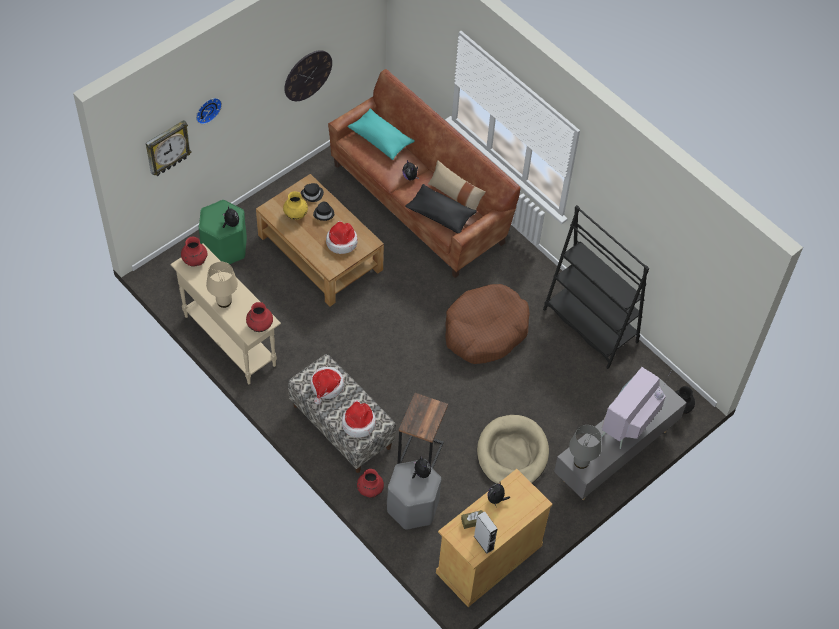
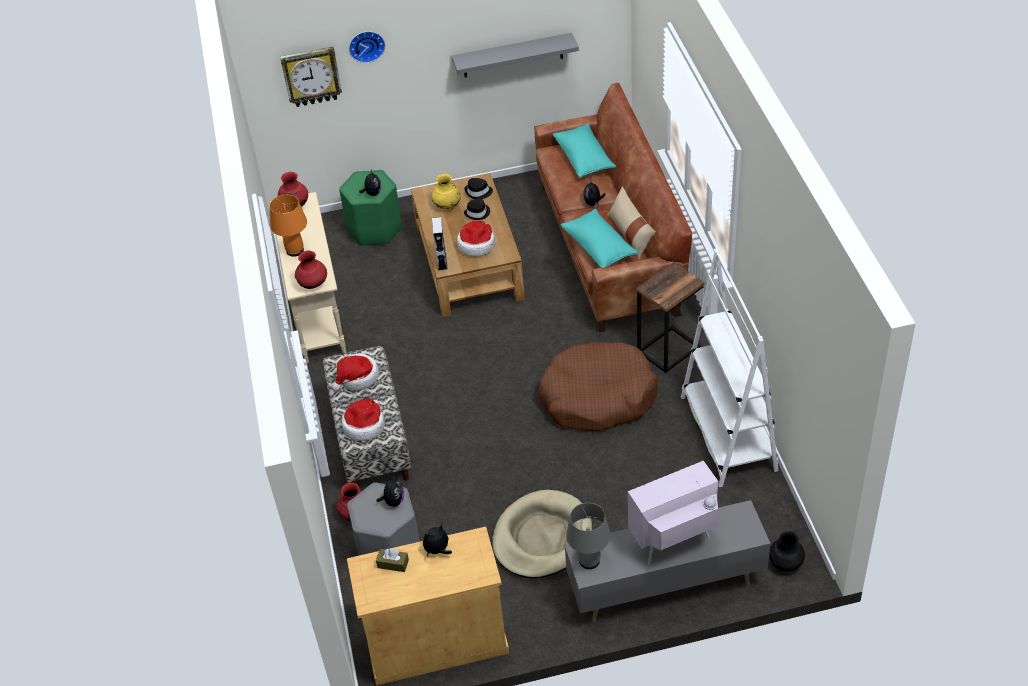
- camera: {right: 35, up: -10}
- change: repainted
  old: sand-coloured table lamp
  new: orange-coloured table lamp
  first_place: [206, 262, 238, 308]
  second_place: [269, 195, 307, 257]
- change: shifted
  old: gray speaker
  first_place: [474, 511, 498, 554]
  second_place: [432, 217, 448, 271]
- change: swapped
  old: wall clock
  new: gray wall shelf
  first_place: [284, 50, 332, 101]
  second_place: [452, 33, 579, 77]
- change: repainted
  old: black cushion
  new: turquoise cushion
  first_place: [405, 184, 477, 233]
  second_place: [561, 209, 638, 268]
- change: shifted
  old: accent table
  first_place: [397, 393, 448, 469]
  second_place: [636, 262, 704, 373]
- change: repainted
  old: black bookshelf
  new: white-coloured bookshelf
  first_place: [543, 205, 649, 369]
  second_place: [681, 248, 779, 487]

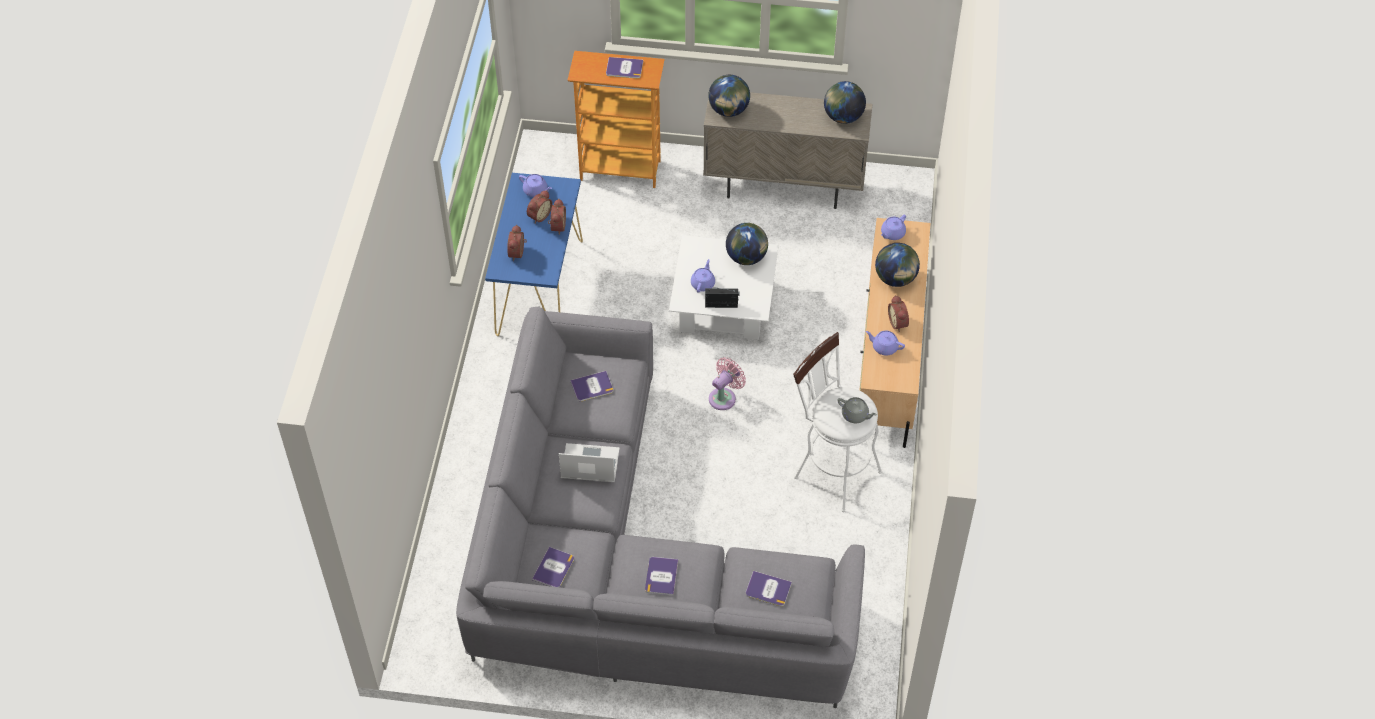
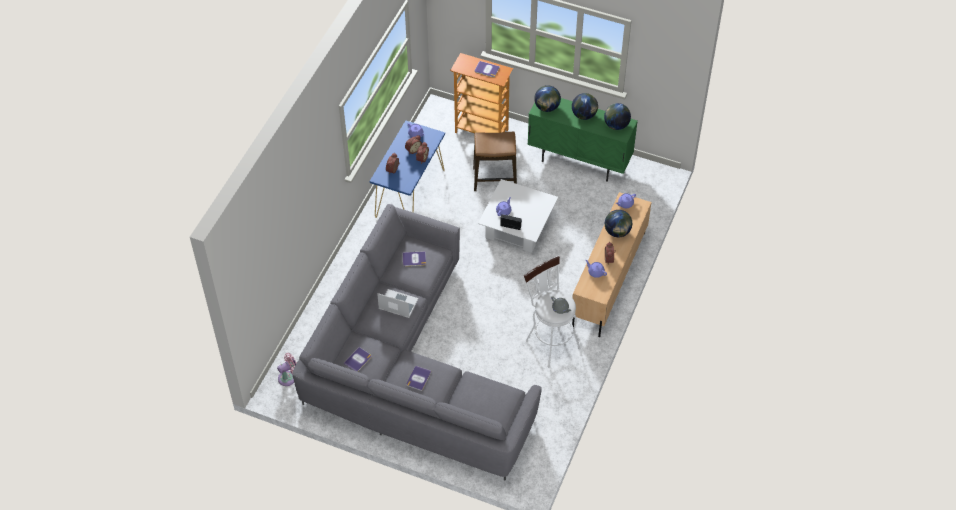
- camera: {right: 15, up: 0}
- change: shifted
  old: pinkish electric fan
  first_place: [709, 357, 746, 410]
  second_place: [277, 353, 297, 386]
- change: new
  new: stool seat
  second_place: [473, 132, 517, 191]
- change: repainted
  old: sand-coloured cabinet
  new: green cabinet
  first_place: [703, 92, 872, 209]
  second_place: [527, 98, 638, 182]
- change: shifted
  old: world globe
  first_place: [726, 223, 768, 265]
  second_place: [572, 93, 598, 120]
- change: gone
  old: bound book
  first_place: [746, 571, 792, 606]

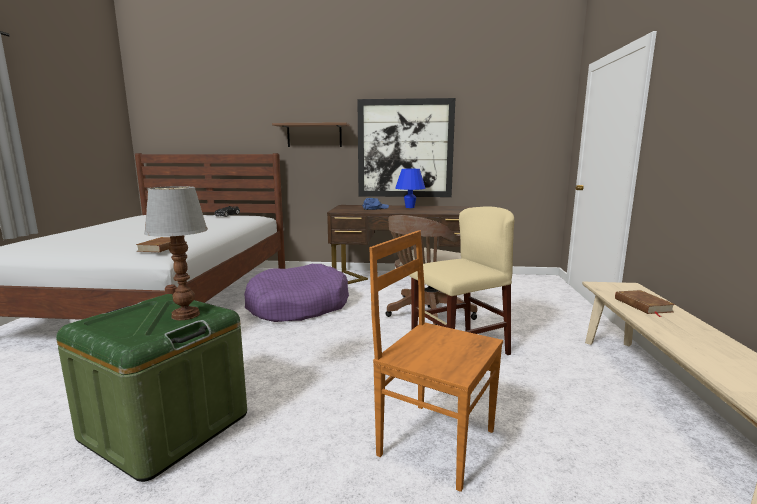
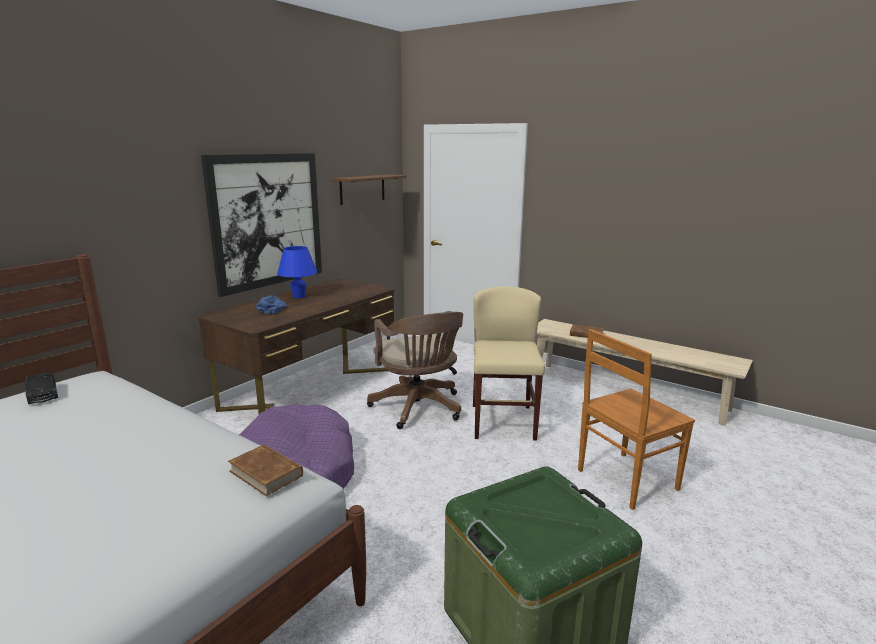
- camera: {right: -60, up: 5}
- change: shifted
  old: brown wall shelf
  first_place: [272, 122, 350, 147]
  second_place: [332, 174, 407, 205]
- change: gone
  old: table lamp
  first_place: [144, 186, 208, 320]

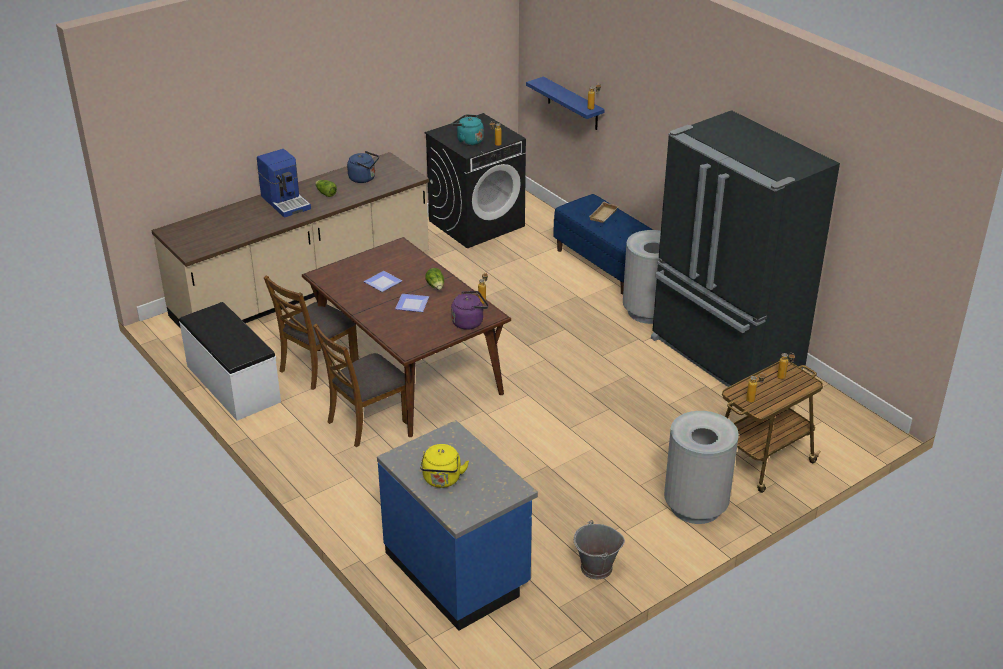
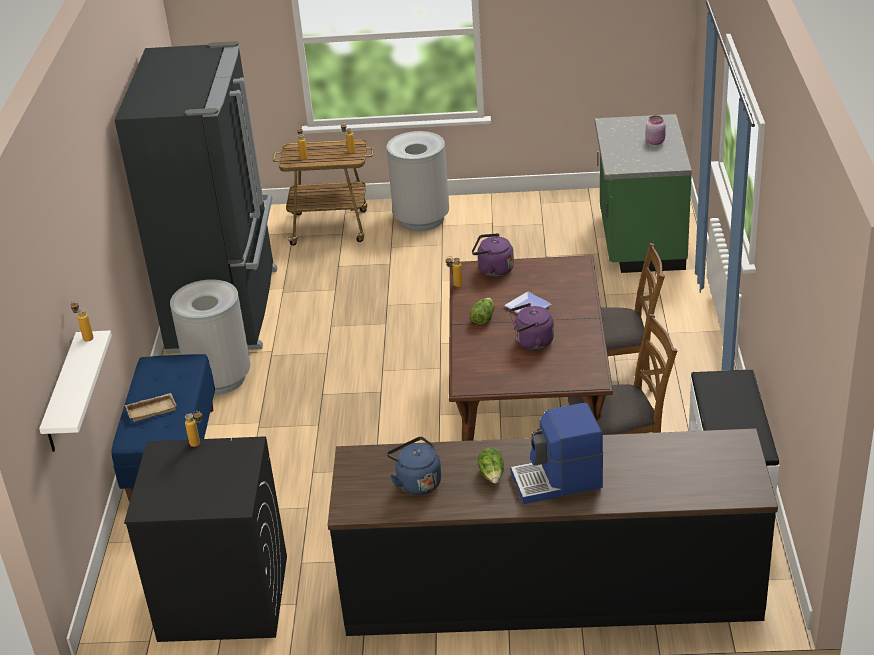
- camera: {right: -140, up: 0}
- change: repainted
  old: blue wall shelf
  new: white-coloured wall shelf
  first_place: [526, 77, 605, 130]
  second_place: [39, 330, 112, 452]
- change: repainted
  old: sand-coloured kitchen base unit
  new: black kitchen base unit
  first_place: [152, 152, 429, 329]
  second_place: [328, 428, 778, 636]
- change: swapped
  old: plate
  new: purple water kettle
  first_place: [364, 271, 402, 292]
  second_place: [509, 303, 554, 350]
- change: rotated
  old: coffee brewer
  first_place: [257, 149, 311, 218]
  second_place: [510, 403, 603, 504]
  degrees: -105
- change: repainted
  old: blue kitchen base unit
  new: green kitchen base unit
  first_place: [377, 420, 538, 631]
  second_place: [595, 114, 692, 273]
- change: swapped
  old: yellow water kettle
  new: pinkish jar
  first_place: [420, 444, 469, 488]
  second_place: [646, 115, 666, 145]
- change: gone
  old: turquoise water kettle
  first_place: [452, 114, 484, 146]
- change: gone
  old: gray bucket
  first_place: [574, 520, 625, 579]

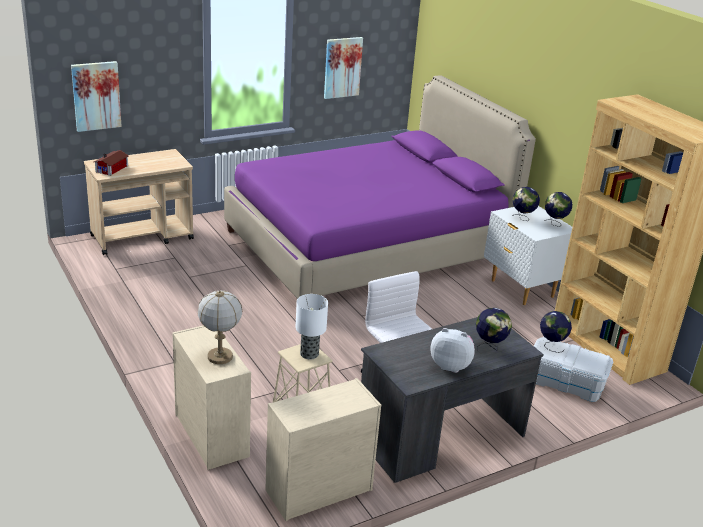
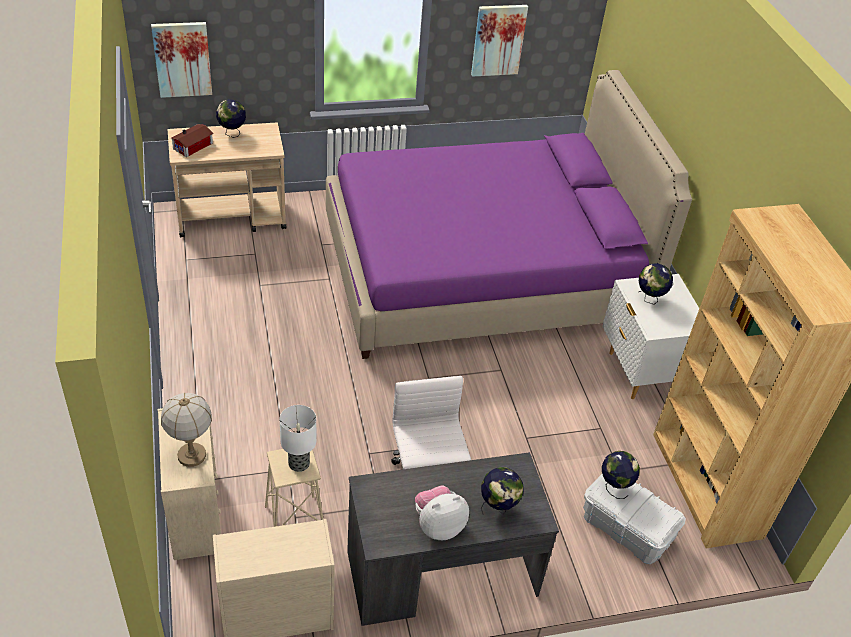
- camera: {right: 15, up: 15}
- change: shifted
  old: world globe
  first_place: [545, 192, 572, 227]
  second_place: [216, 99, 246, 138]
- change: rotated
  old: plush toy
  first_place: [430, 328, 475, 373]
  second_place: [415, 486, 469, 540]
  degrees: -60

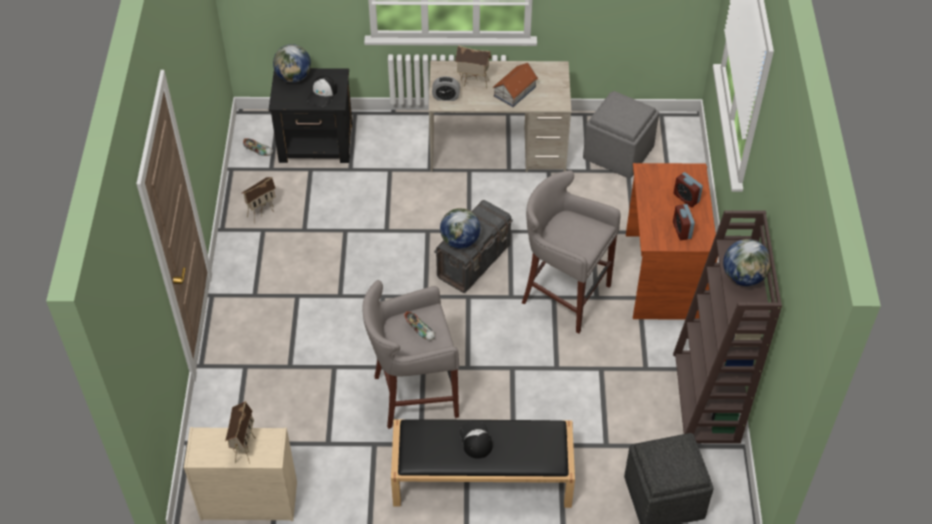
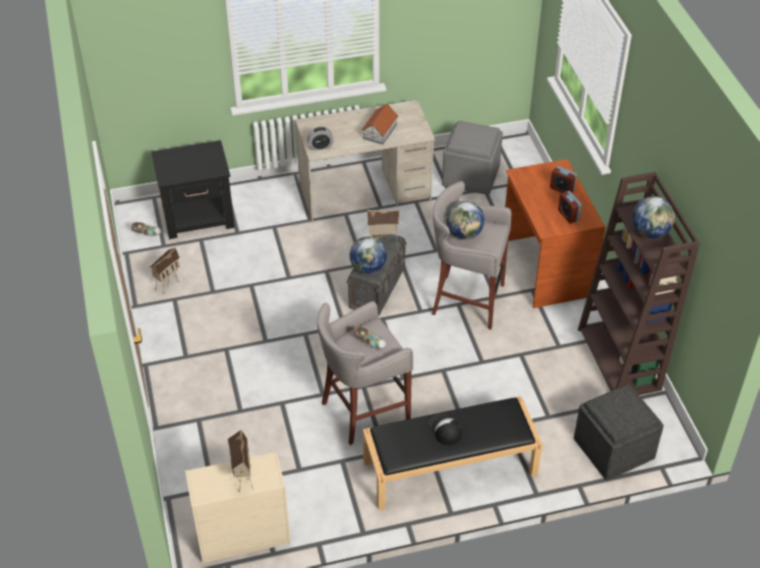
- camera: {right: -15, up: -5}
- change: shifted
  old: model house
  first_place: [455, 45, 491, 89]
  second_place: [367, 210, 399, 246]
- change: shifted
  old: world globe
  first_place: [273, 44, 311, 83]
  second_place: [446, 201, 485, 240]
- change: gone
  old: cap
  first_place: [307, 76, 337, 106]

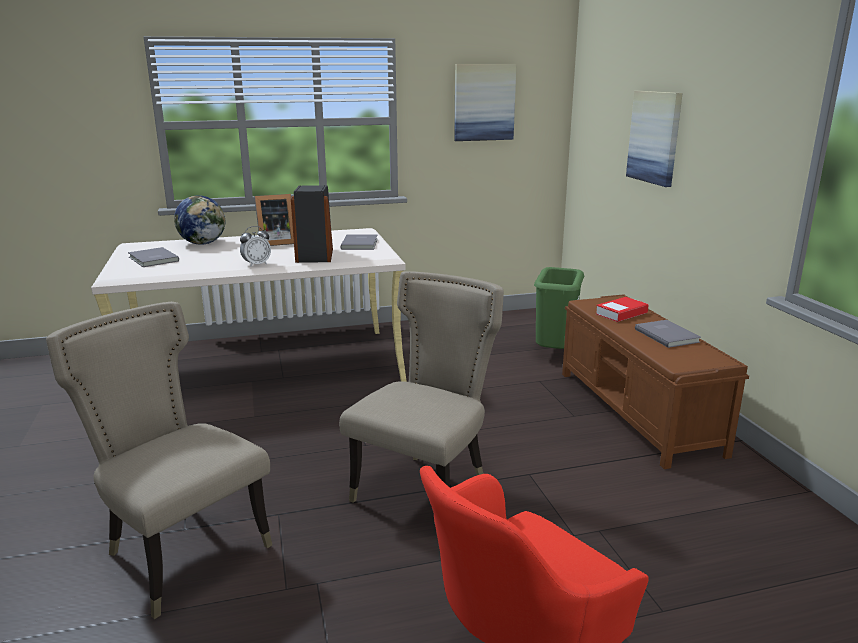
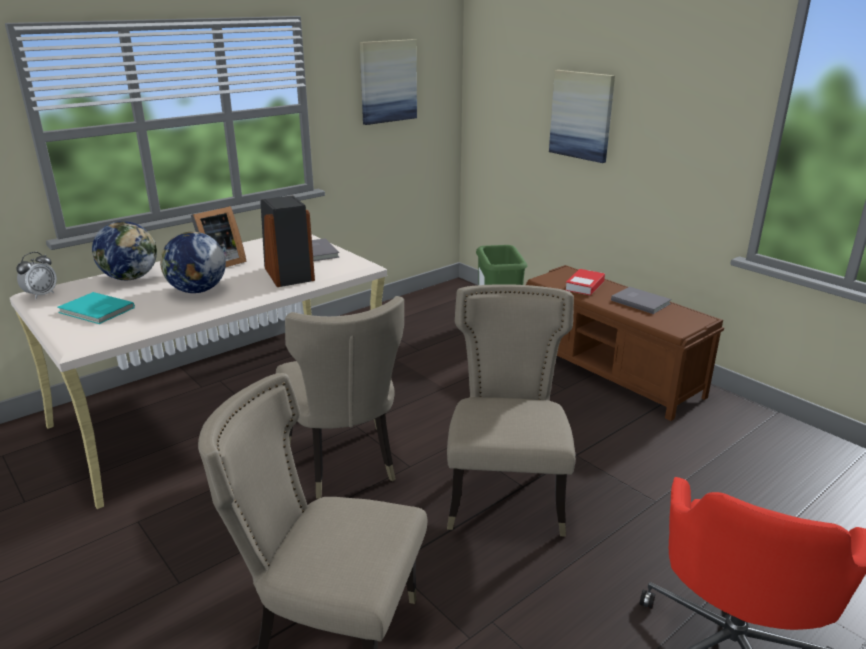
- camera: {right: -25, up: 5}
- change: shifted
  old: table clock
  first_place: [240, 226, 271, 267]
  second_place: [16, 252, 57, 299]
- change: repainted
  old: gray bound book
  new: turquoise bound book
  first_place: [128, 247, 179, 267]
  second_place: [57, 292, 135, 324]
- change: new
  new: world globe
  second_place: [160, 232, 226, 293]
- change: new
  new: sand-coloured chair
  second_place: [276, 296, 404, 499]

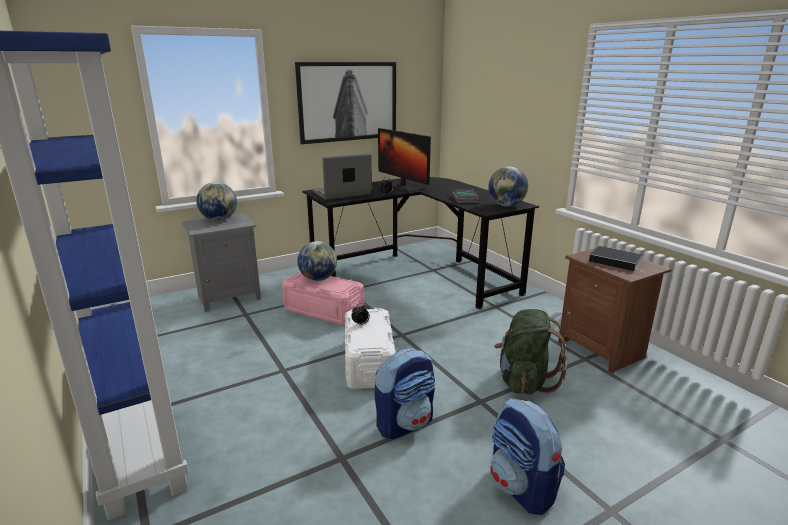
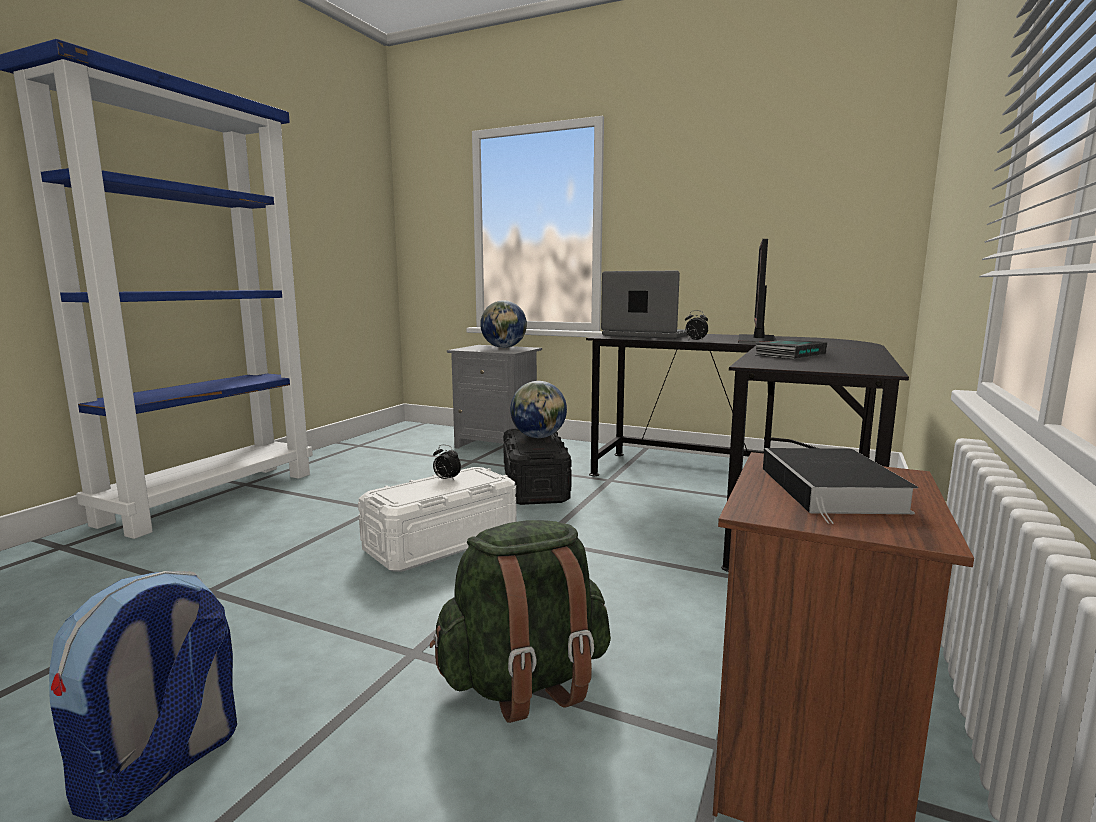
- camera: {right: 55, up: -10}
- change: repainted
  old: pinkish storage box
  new: black storage box
  first_place: [282, 272, 365, 325]
  second_place: [503, 429, 572, 505]
- change: gone
  old: wall picture
  first_place: [295, 62, 396, 144]
- change: gone
  old: knapsack
  first_place: [375, 348, 435, 439]
- change: gone
  old: world globe
  first_place: [488, 167, 528, 206]

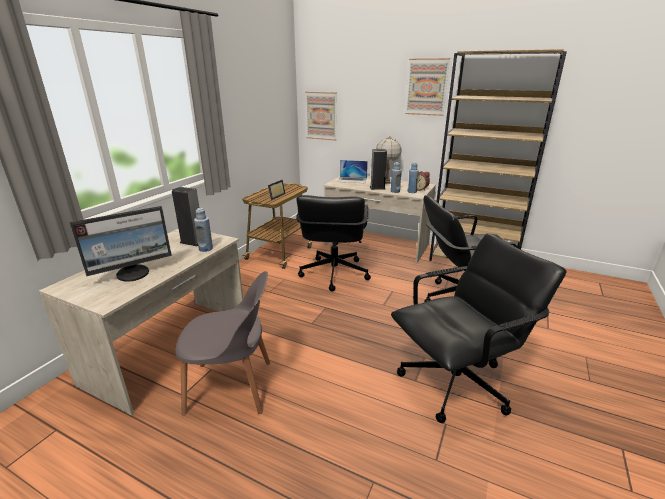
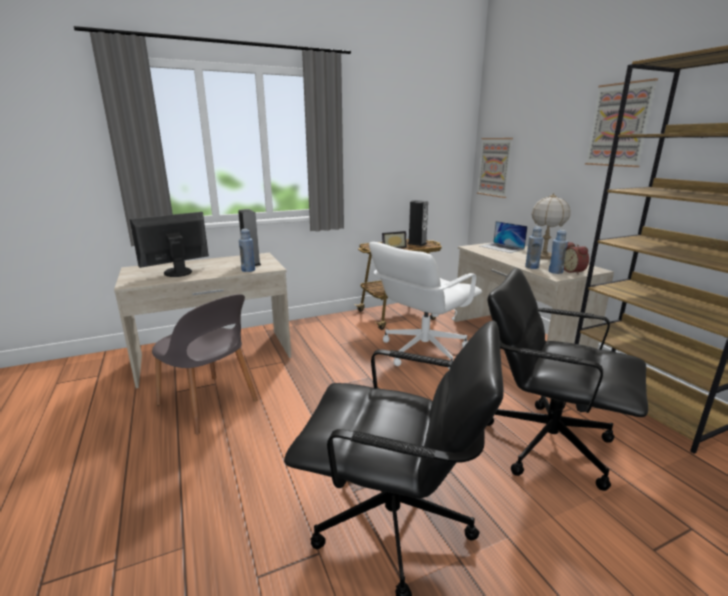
- camera: {right: 40, up: -5}
- change: rotated
  old: monitor
  first_place: [70, 206, 172, 282]
  second_place: [130, 212, 209, 277]
  degrees: 135
- change: repainted
  old: black computer chair
  new: white-coloured computer chair
  first_place: [296, 195, 371, 291]
  second_place: [369, 242, 482, 370]
- change: shifted
  old: speaker
  first_place: [370, 149, 387, 190]
  second_place: [408, 200, 428, 246]

